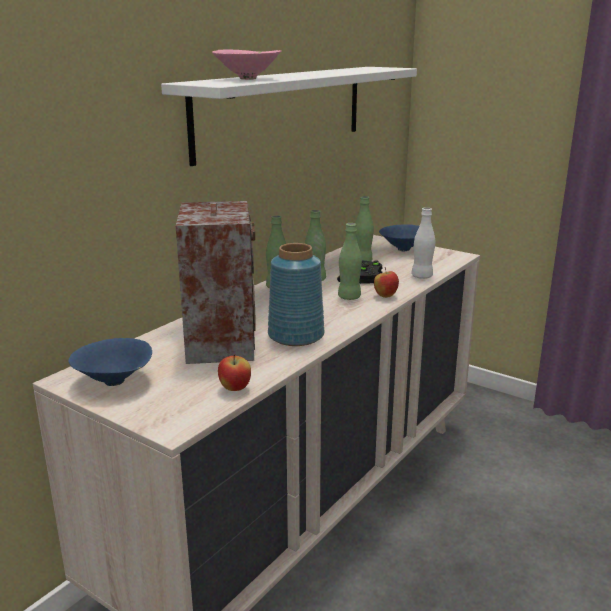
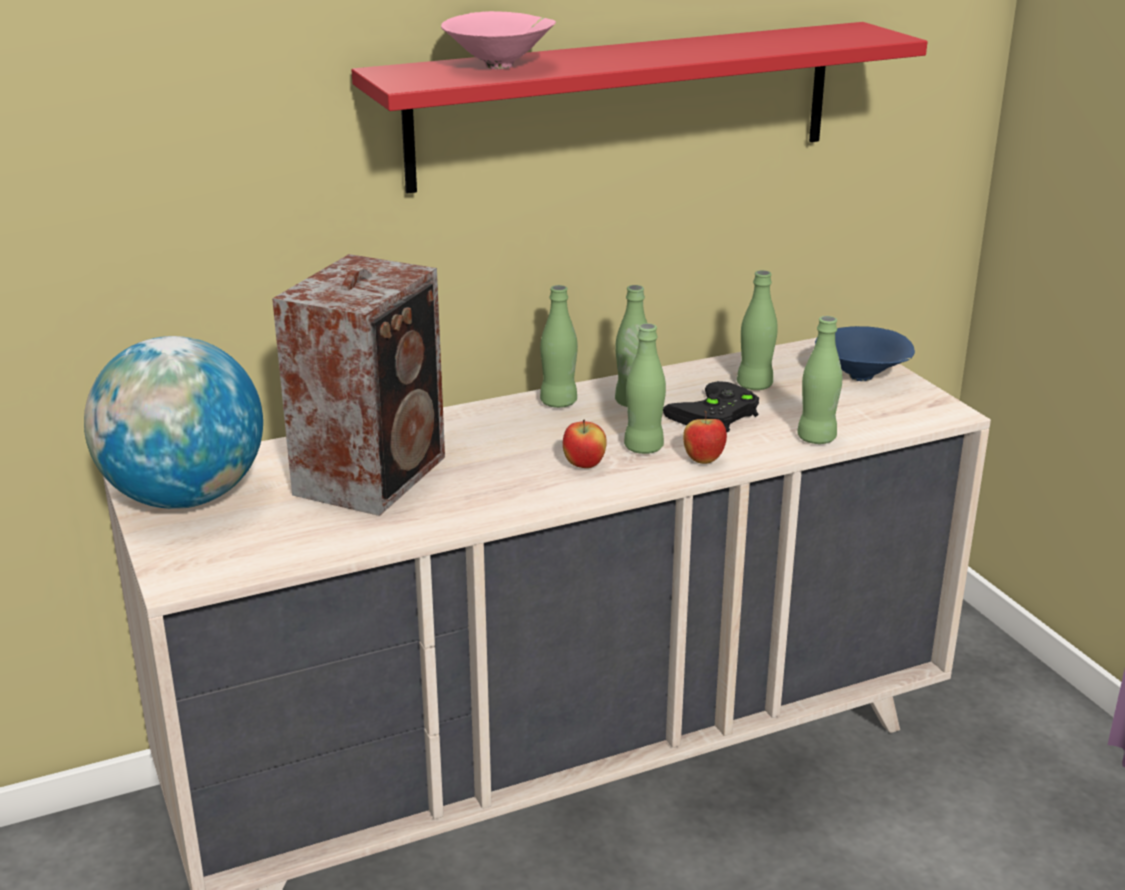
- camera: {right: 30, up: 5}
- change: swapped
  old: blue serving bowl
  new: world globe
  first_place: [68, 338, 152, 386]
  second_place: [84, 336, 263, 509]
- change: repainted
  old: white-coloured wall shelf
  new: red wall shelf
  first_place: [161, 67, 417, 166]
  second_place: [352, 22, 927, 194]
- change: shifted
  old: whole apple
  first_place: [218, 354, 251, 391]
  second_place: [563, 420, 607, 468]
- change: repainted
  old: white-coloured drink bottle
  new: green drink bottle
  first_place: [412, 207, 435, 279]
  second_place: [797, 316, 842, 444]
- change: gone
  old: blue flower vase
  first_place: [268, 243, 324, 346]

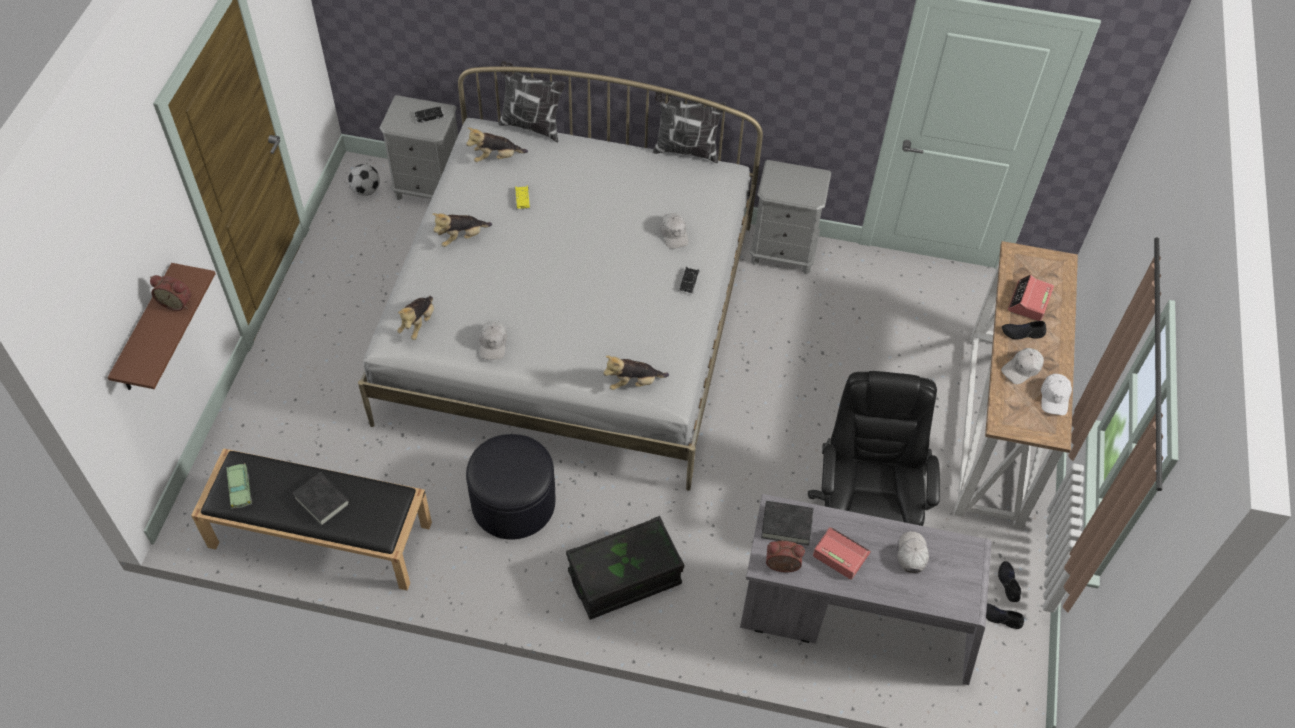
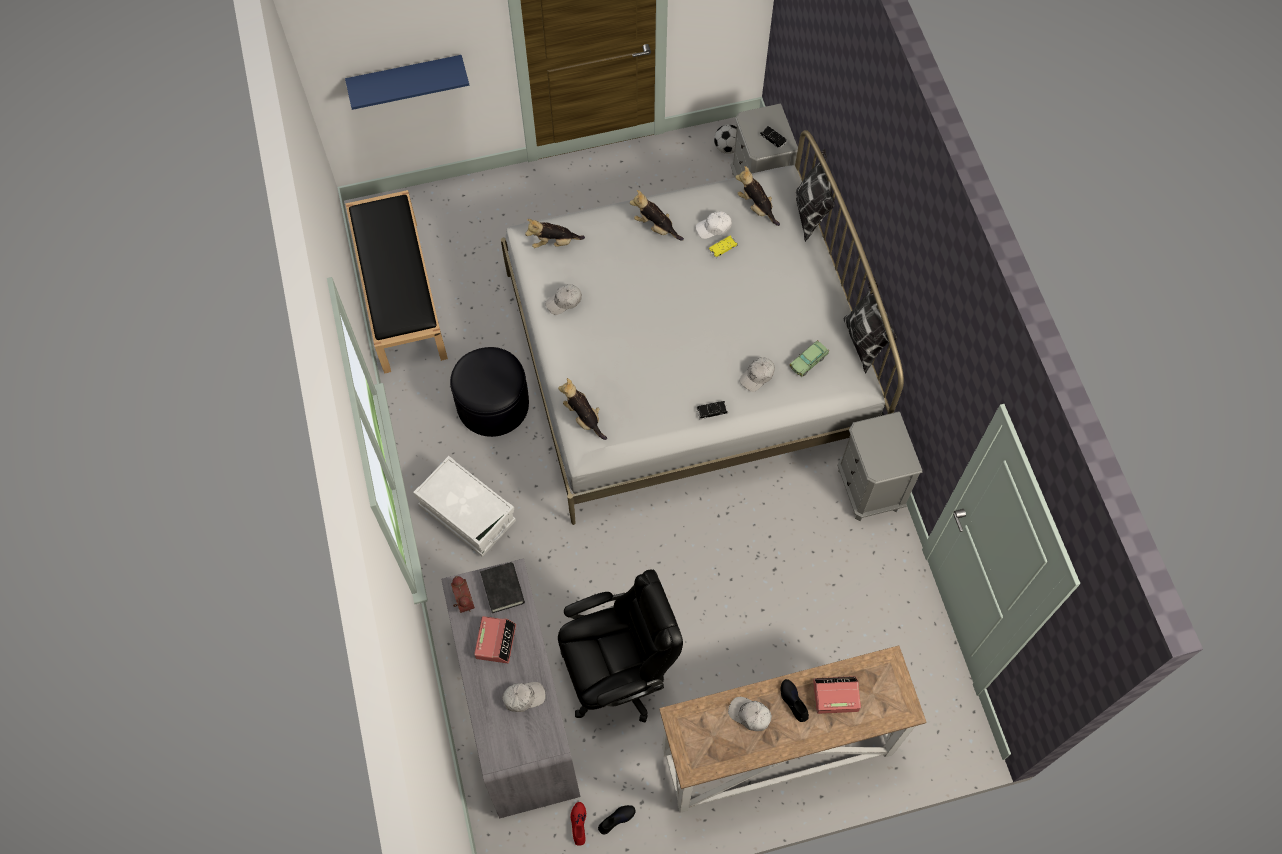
- camera: {right: 65, up: 10}
- change: repainted
  old: brown wall shelf
  new: blue wall shelf
  first_place: [107, 263, 216, 390]
  second_place: [345, 55, 469, 110]
- change: repainted
  old: black storage box
  new: white-coloured storage box
  first_place: [566, 516, 684, 620]
  second_place: [413, 456, 516, 557]
- change: repainted
  old: black low shoe
  new: red low shoe
  first_place: [986, 603, 1024, 629]
  second_place: [570, 802, 586, 846]
- change: shifted
  old: white-coloured cap
  first_place: [1041, 374, 1072, 415]
  second_place: [696, 211, 732, 239]
- change: shifted
  old: toy car
  first_place: [226, 463, 252, 509]
  second_place: [789, 340, 829, 377]
- change: gone
  old: table clock
  first_place: [150, 275, 192, 311]
- change: gone
  old: black bound book
  first_place: [292, 472, 350, 526]

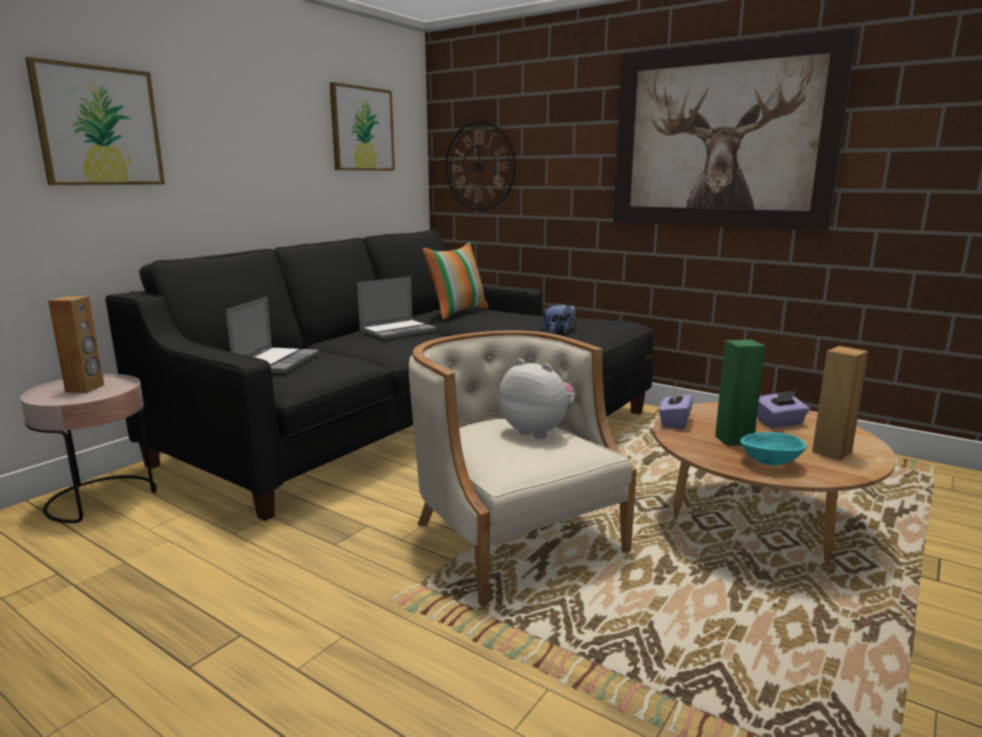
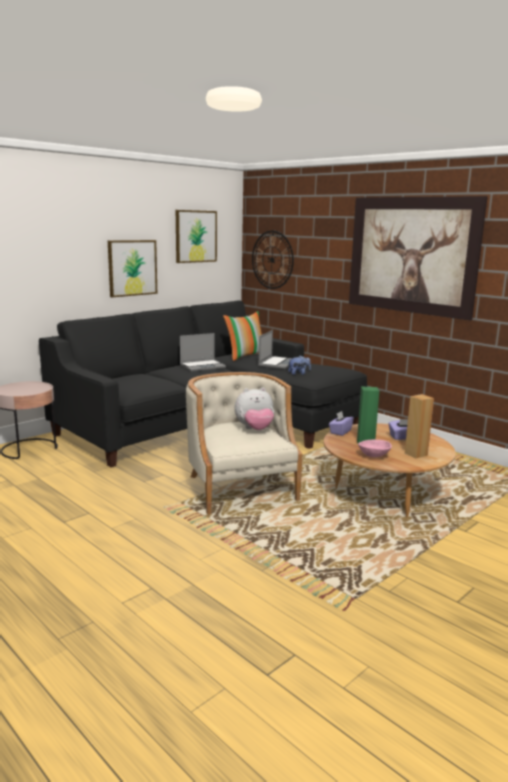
- camera: {right: 10, up: 0}
- change: shifted
  old: wall picture
  first_place: [25, 57, 165, 185]
  second_place: [108, 240, 157, 297]
- change: rotated
  old: plush toy
  first_place: [499, 359, 576, 439]
  second_place: [235, 387, 274, 430]
  degrees: 120
- change: shifted
  old: laptop
  first_place: [226, 297, 319, 374]
  second_place: [258, 330, 292, 369]
- change: repainted
  old: turquoise serving bowl
  new: pinkish serving bowl
  first_place: [740, 432, 806, 465]
  second_place: [358, 440, 392, 457]
- change: gone
  old: brown speaker
  first_place: [48, 296, 104, 393]

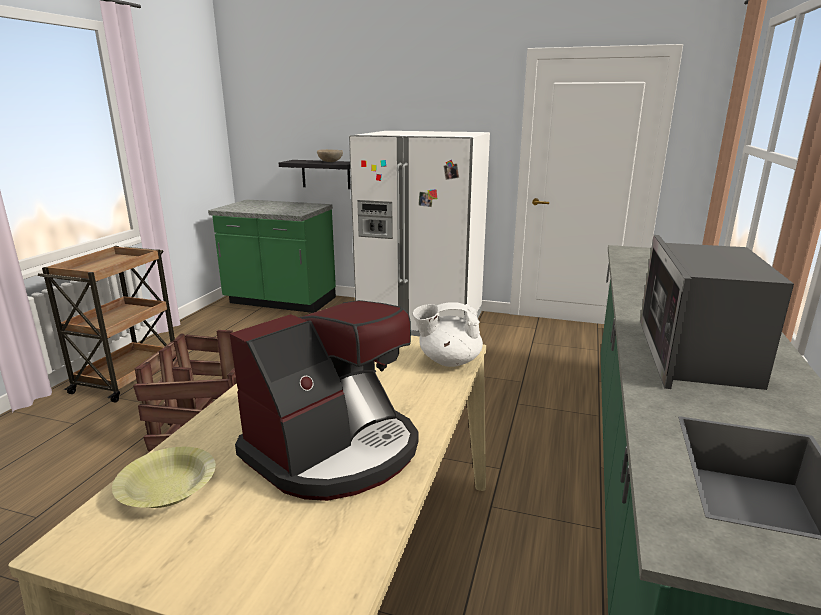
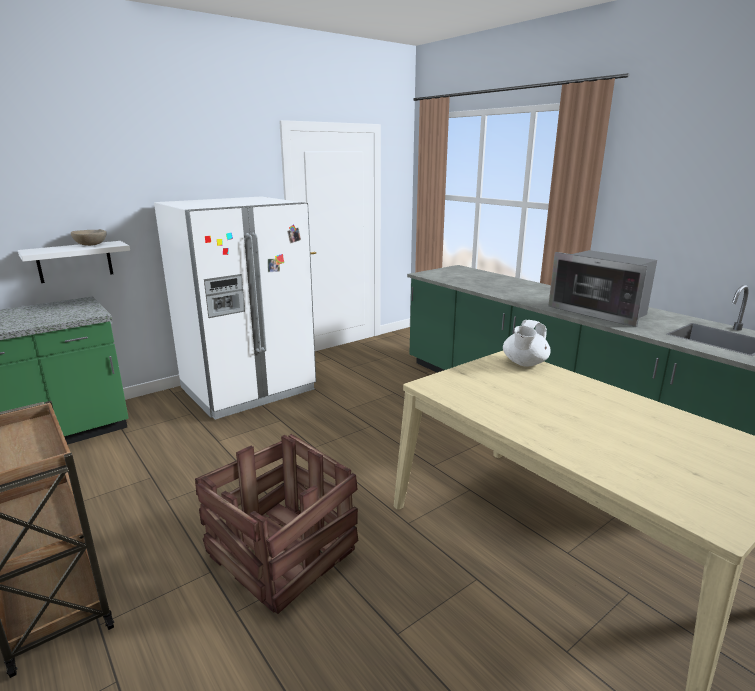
- camera: {right: -55, up: 0}
- change: repainted
  old: black wall shelf
  new: white-coloured wall shelf
  first_place: [279, 160, 351, 189]
  second_place: [18, 241, 130, 283]
- change: gone
  old: yellow serving bowl
  first_place: [112, 447, 216, 508]
- change: gone
  old: coffee brewer
  first_place: [230, 300, 418, 501]

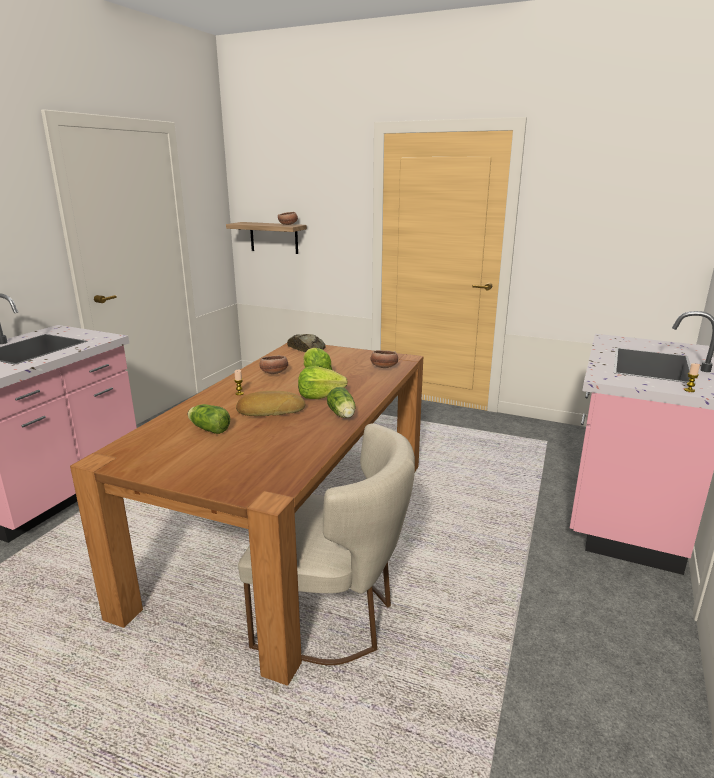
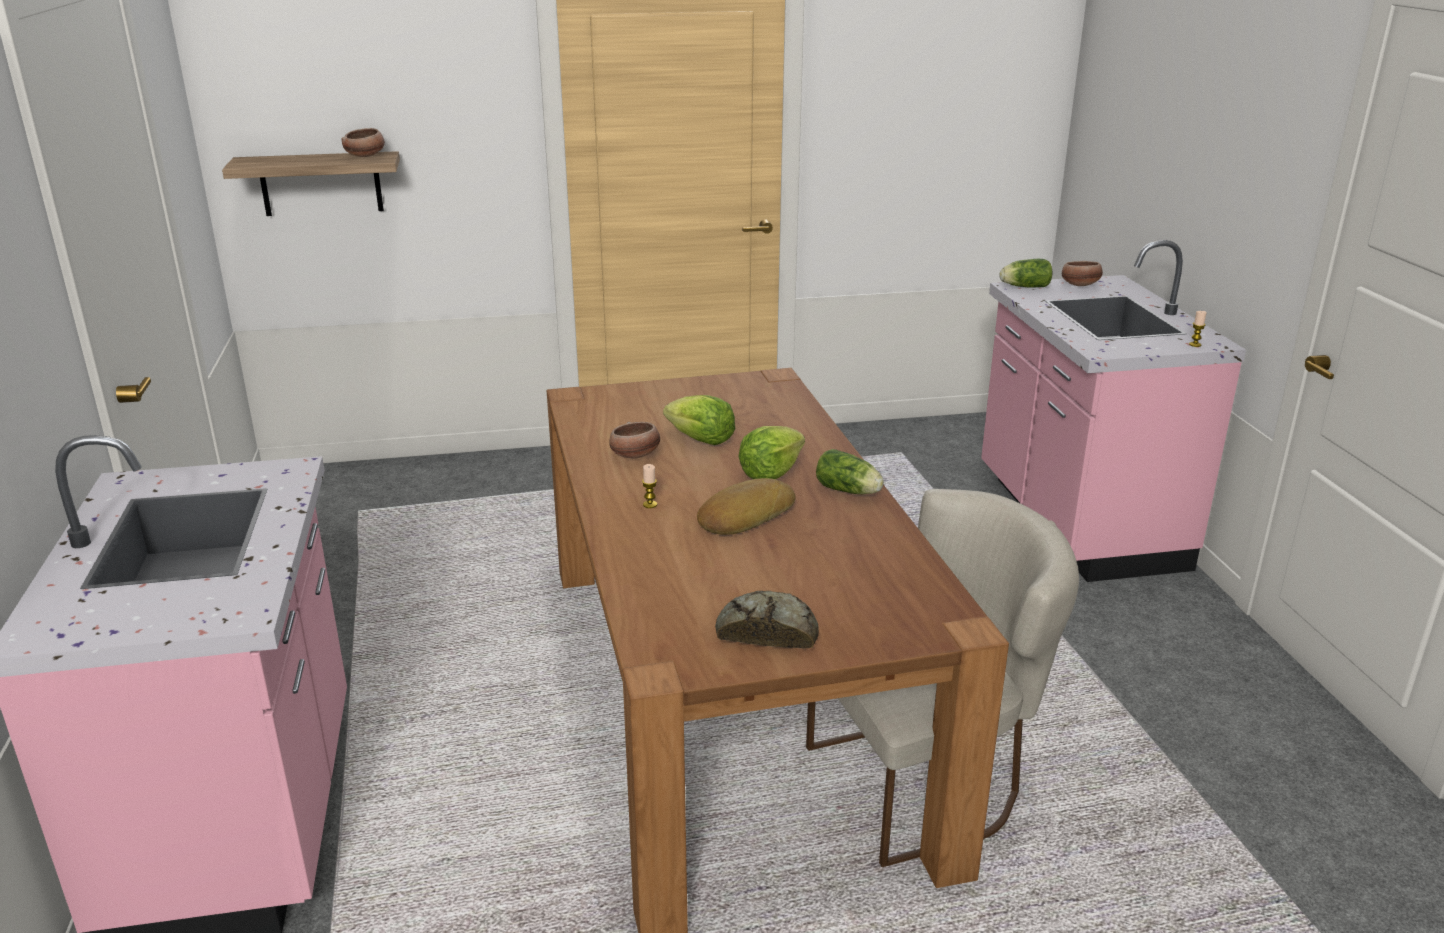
- camera: {right: -35, up: 5}
- change: shifted
  old: baked bread
  first_place: [287, 334, 326, 352]
  second_place: [715, 591, 819, 649]
- change: shifted
  old: head of lettuce
  first_place: [188, 404, 230, 434]
  second_place: [999, 259, 1052, 288]
- change: shifted
  old: serving bowl
  first_place: [370, 350, 398, 368]
  second_place: [1062, 260, 1103, 286]

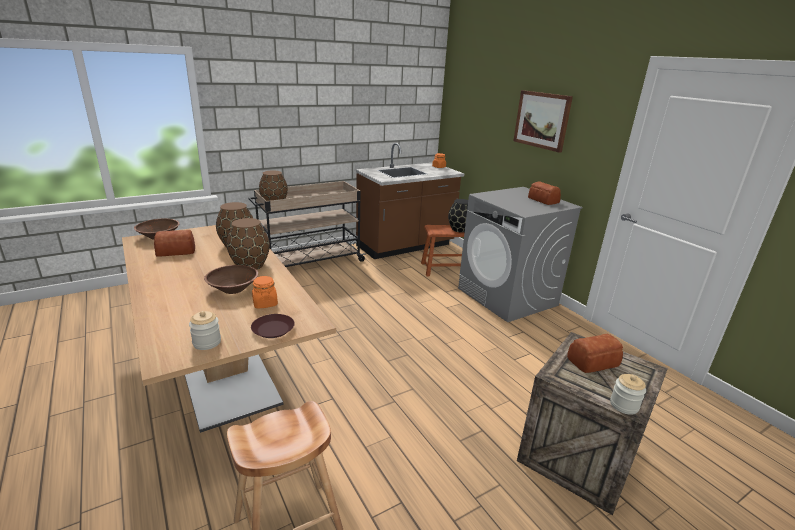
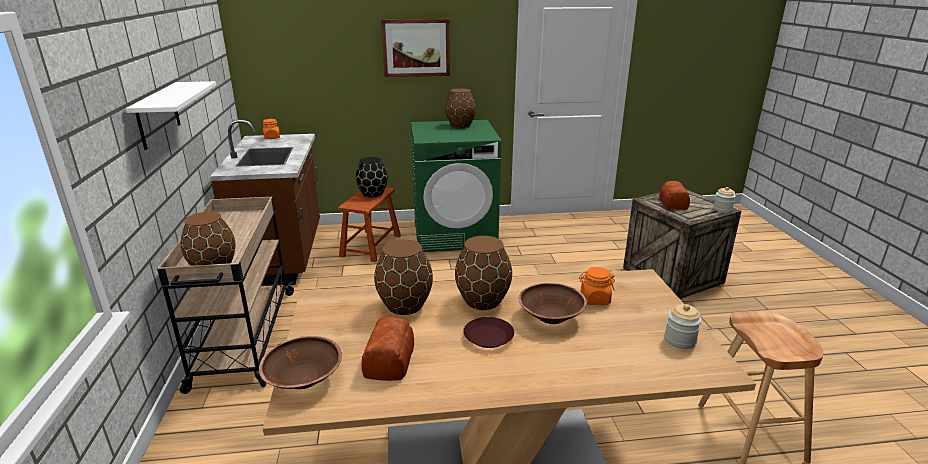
- camera: {right: -65, up: 0}
- change: new
  new: white-coloured wall shelf
  second_place: [126, 81, 217, 150]
- change: repainted
  old: gray laundry appliance
  new: green laundry appliance
  first_place: [458, 187, 583, 322]
  second_place: [411, 120, 501, 252]
- change: swapped
  old: baked bread
  new: brown flower vase
  first_place: [528, 181, 561, 205]
  second_place: [445, 88, 476, 128]
- change: shifted
  old: brown plate
  first_place: [251, 314, 295, 338]
  second_place: [463, 317, 514, 348]

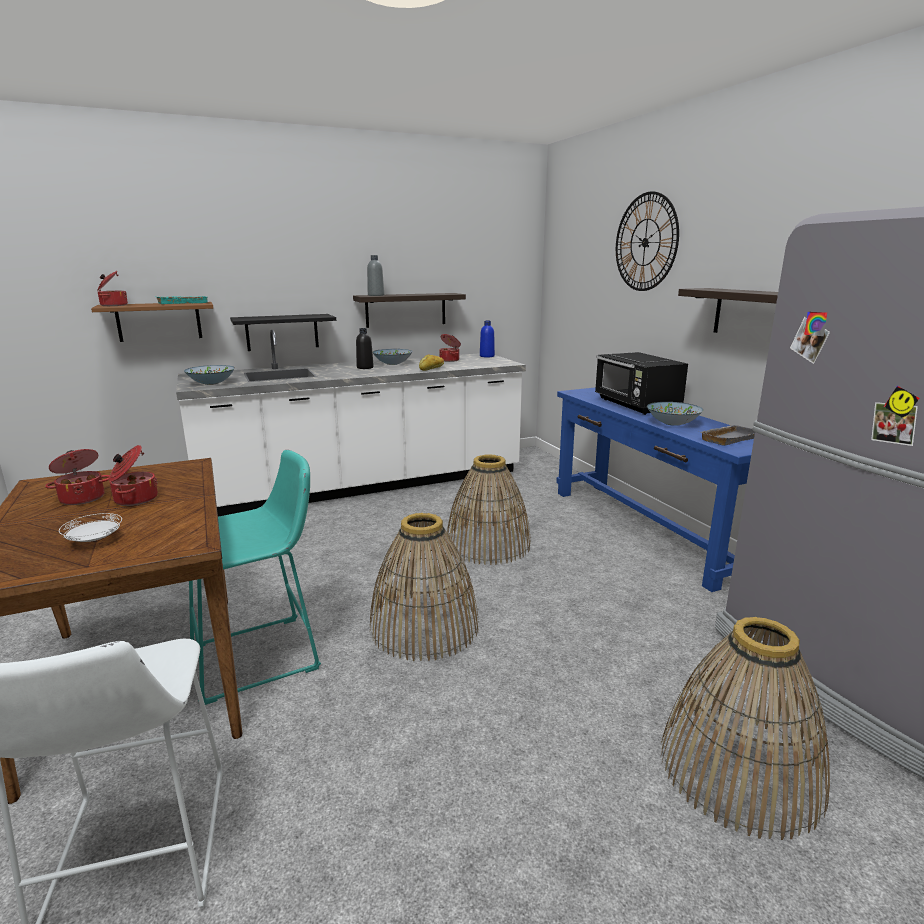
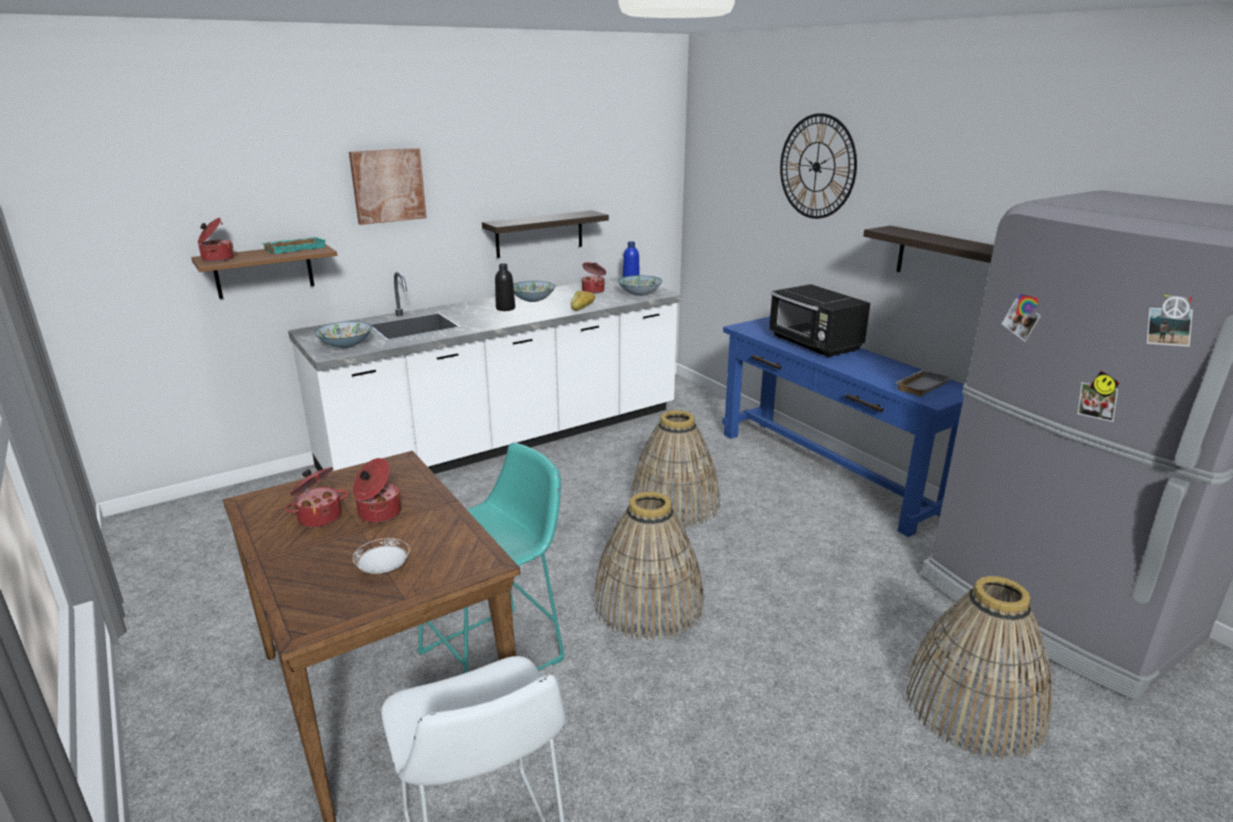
- camera: {right: -10, up: 5}
- change: new
  new: wall picture
  second_place: [349, 148, 427, 225]
- change: shifted
  old: serving bowl
  first_place: [647, 402, 703, 426]
  second_place: [618, 275, 662, 296]
- change: gone
  old: black wall shelf
  first_place: [230, 314, 336, 351]
- change: gone
  old: gray drink bottle
  first_place: [367, 255, 384, 296]

